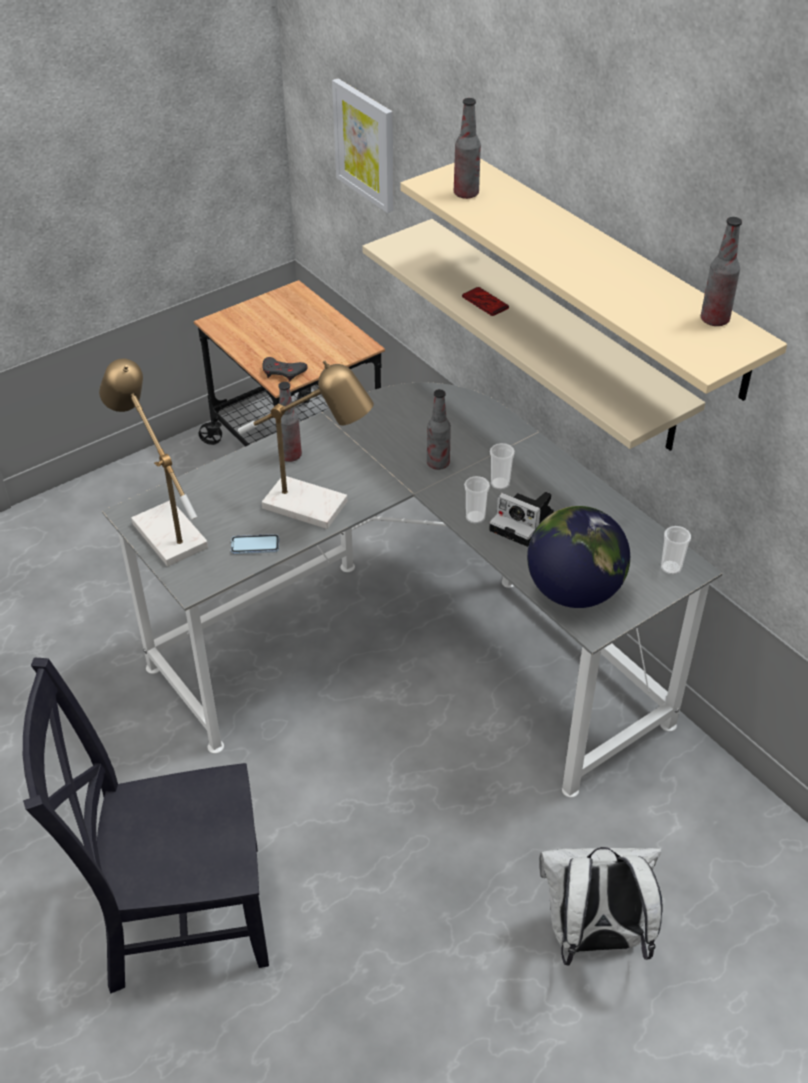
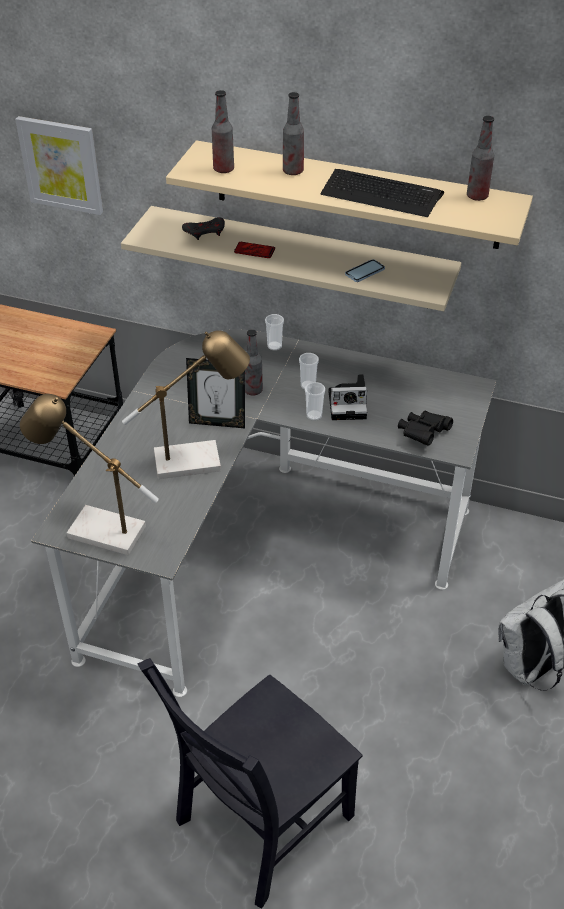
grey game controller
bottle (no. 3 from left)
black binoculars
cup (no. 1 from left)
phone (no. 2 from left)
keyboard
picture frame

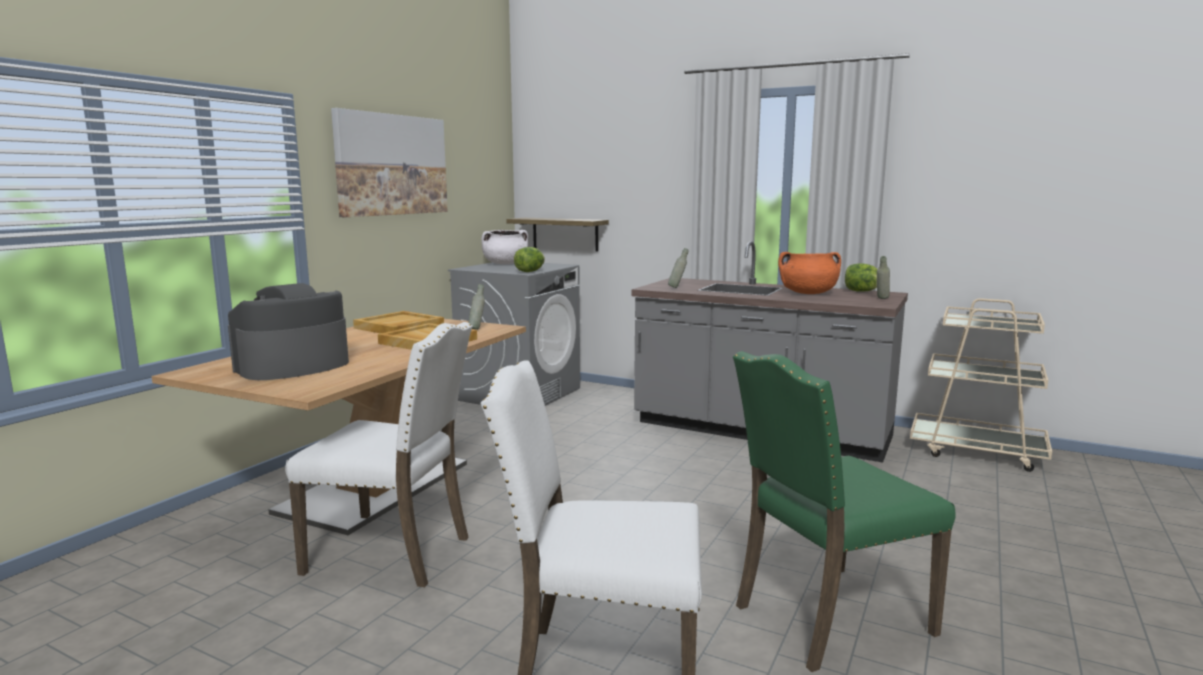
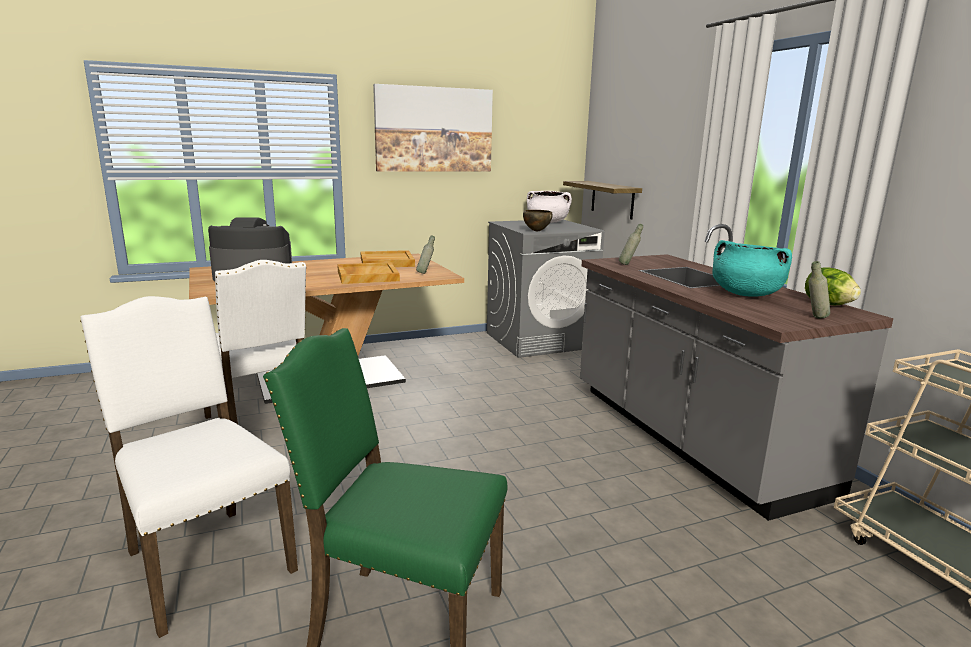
brown bowl
turquoise cooking pot

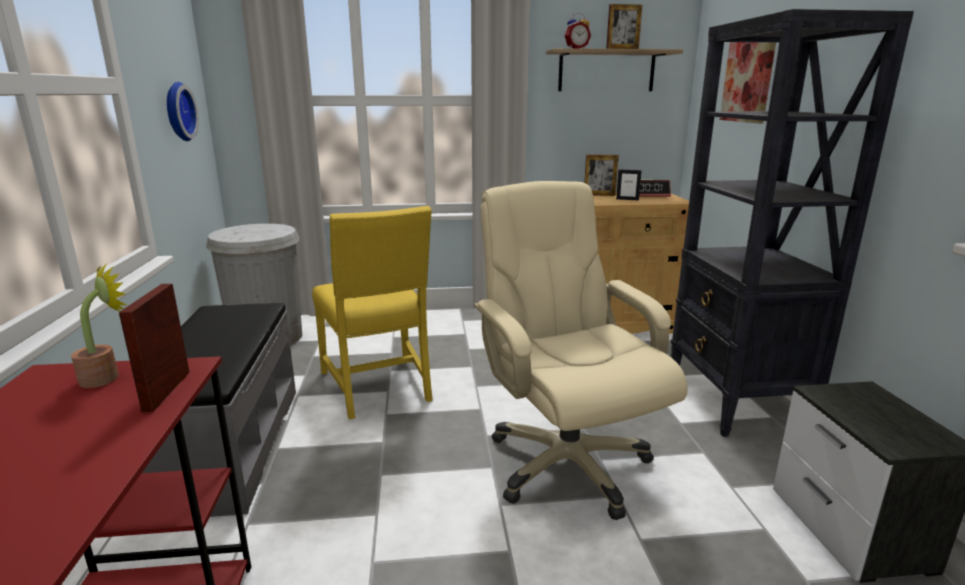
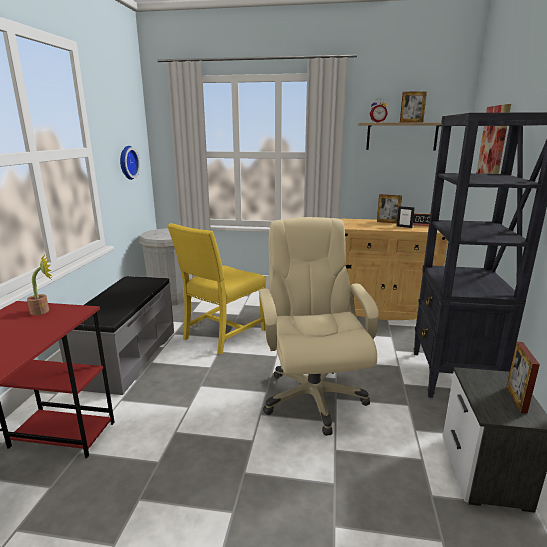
yellow chair
picture frame (no. 4 from left)

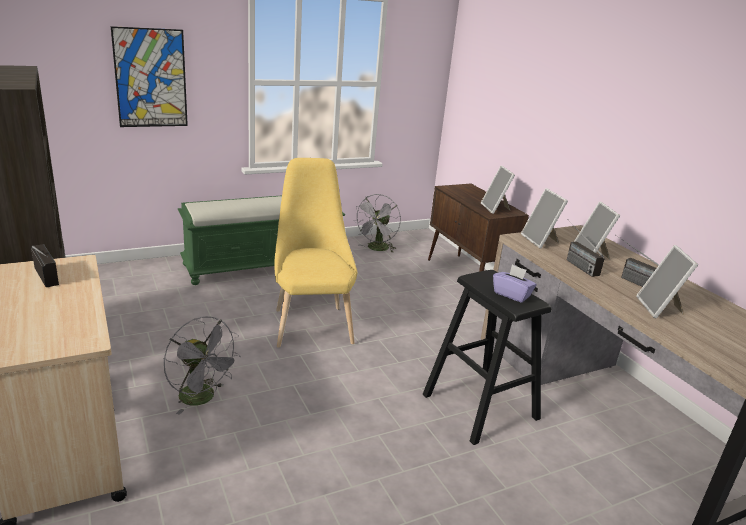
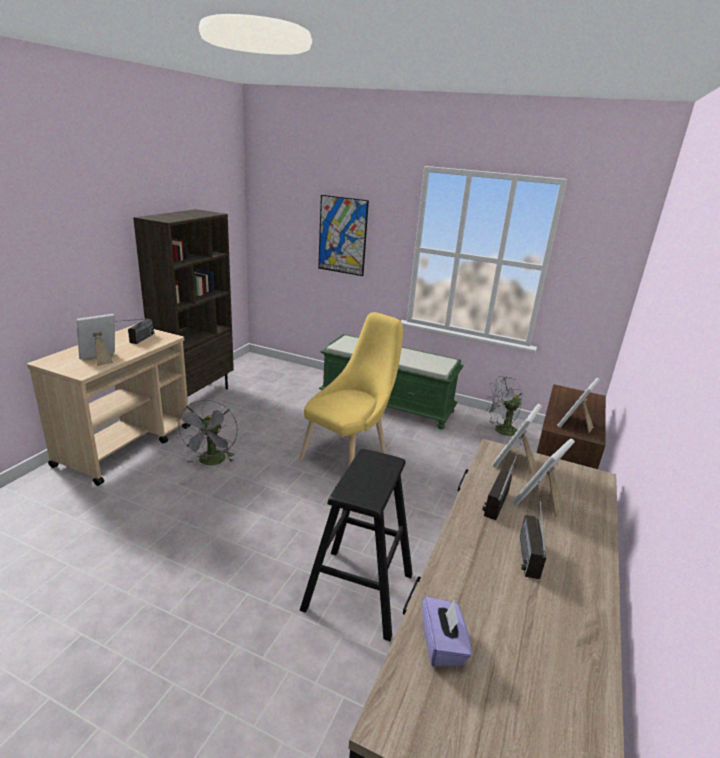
picture frame (no. 1 from left)
purple tissue box

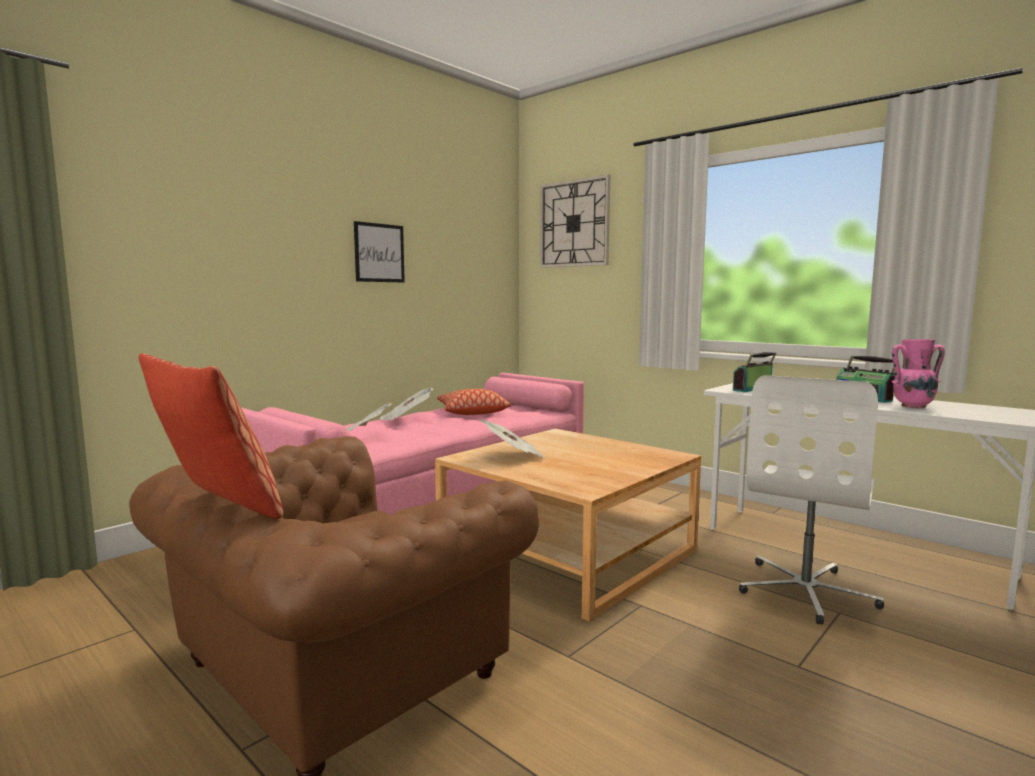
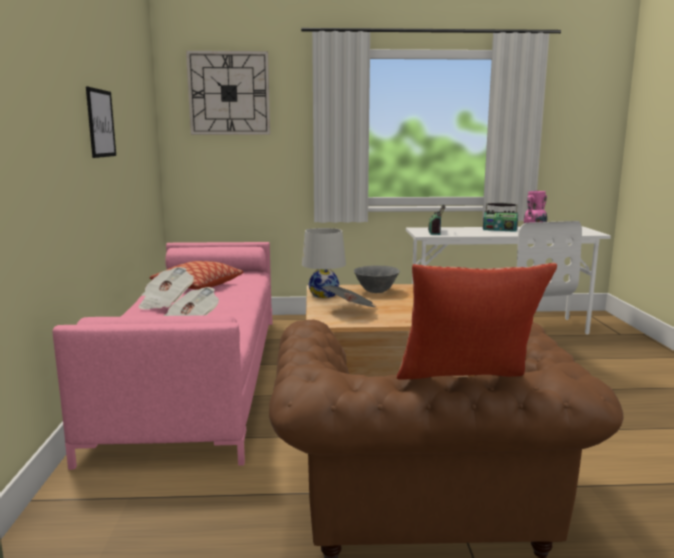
white table lamp
grey bowl

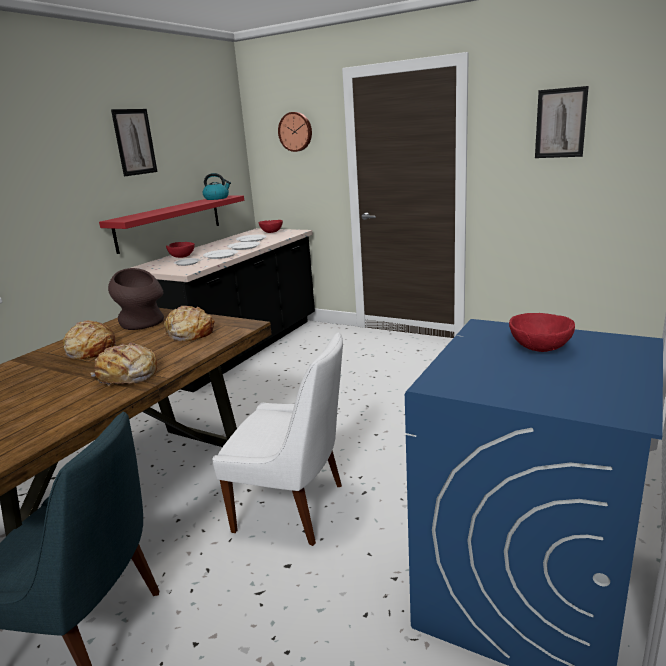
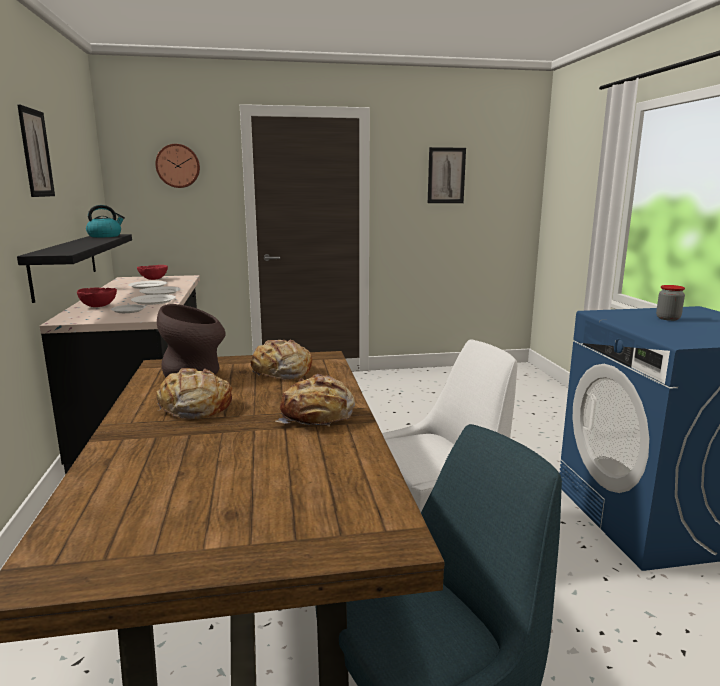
black shelf
jar

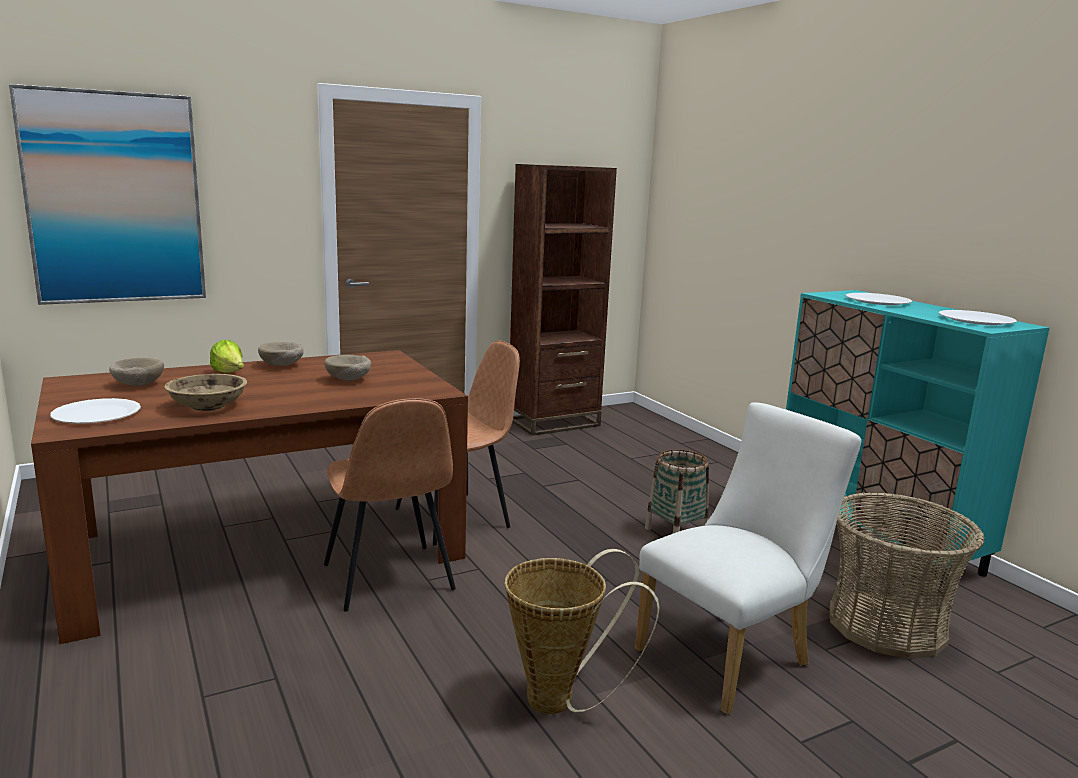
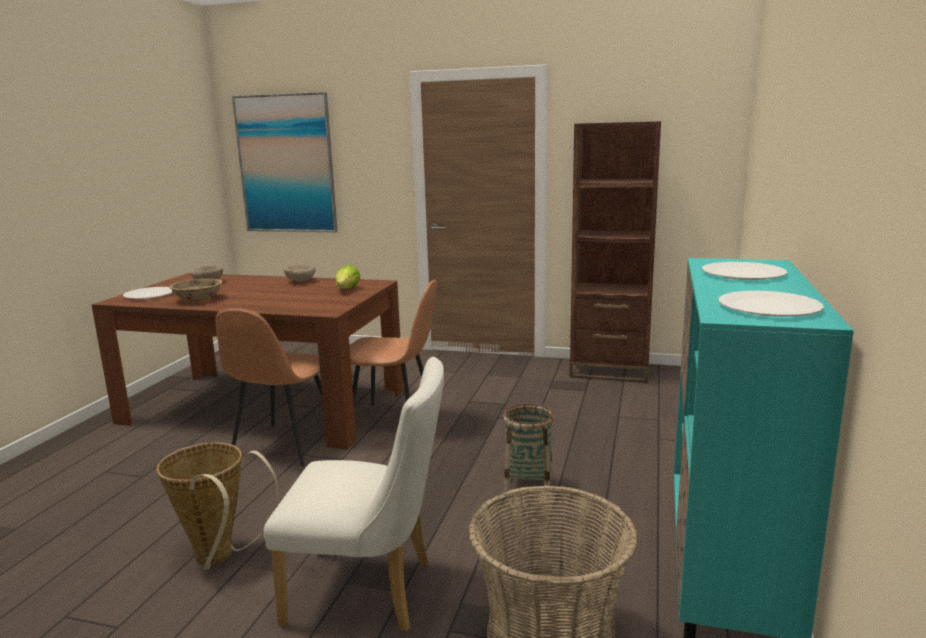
lettuce
beige bowl (no. 4 from left in the first image)

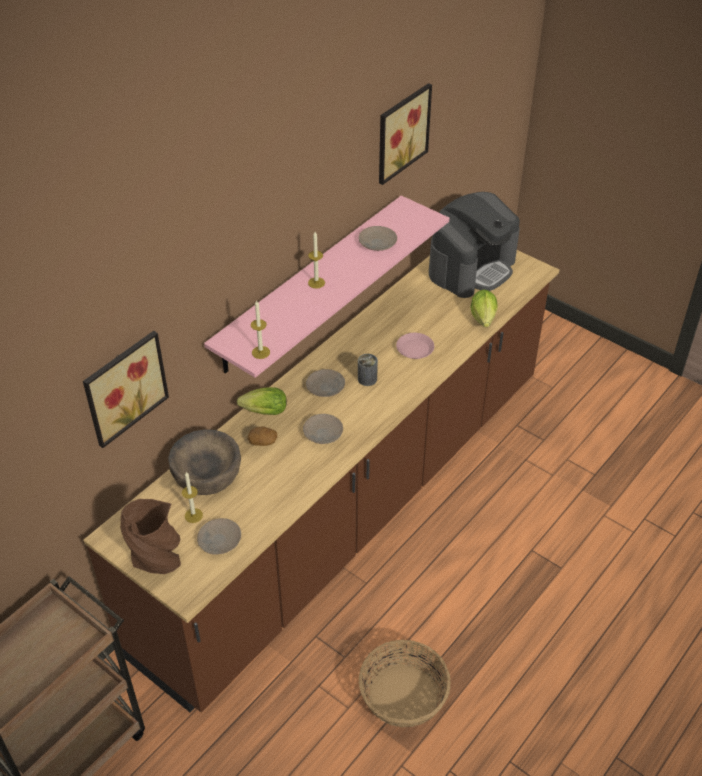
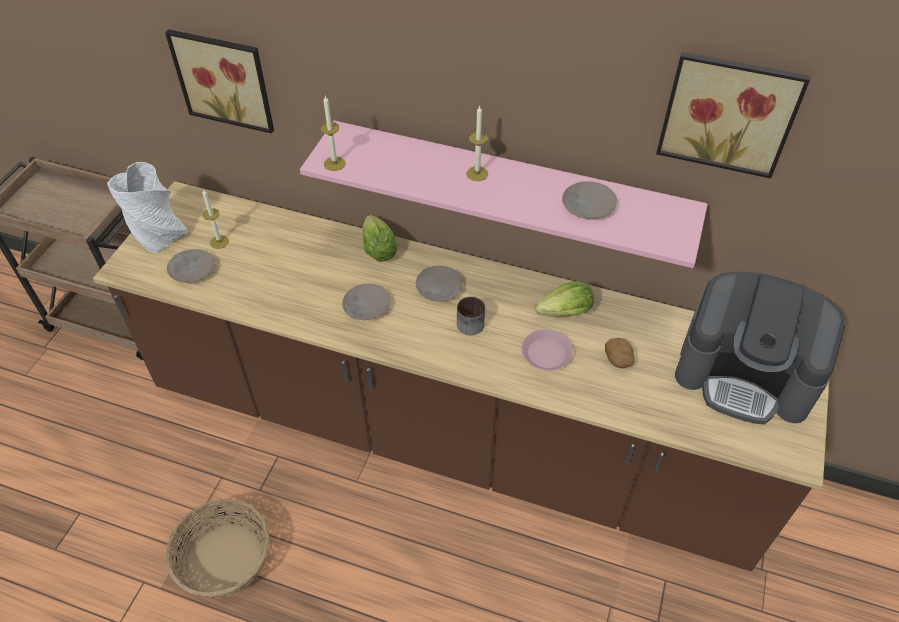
lettuce (no. 2 from left)
mug
potato
brown bowl
white vase

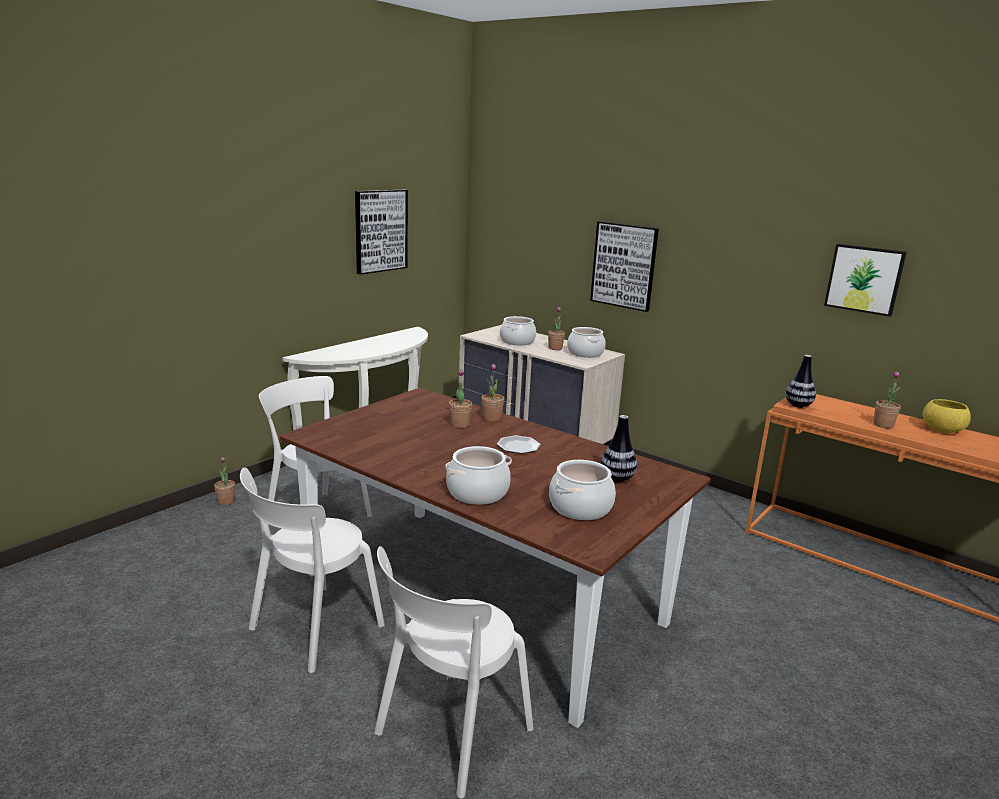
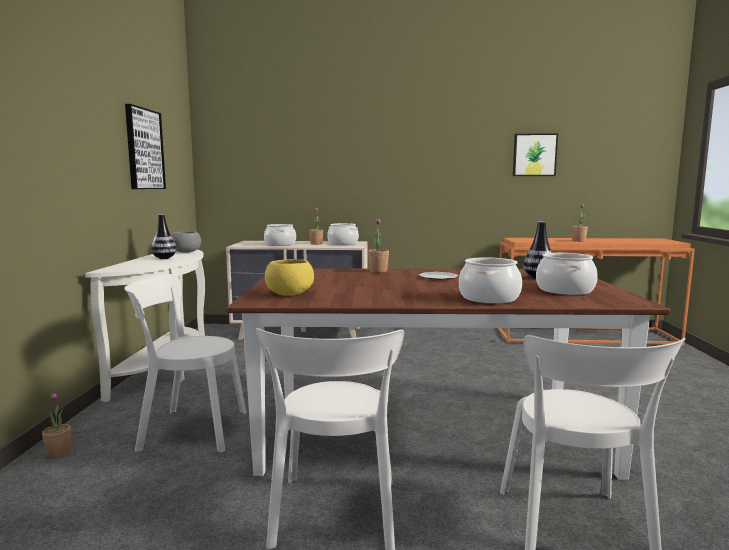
picture (no. 2 from left in the first image)
vase (no. 1 from left)
potted plant (no. 2 from left in the first image)
yellow bowl
grey bowl

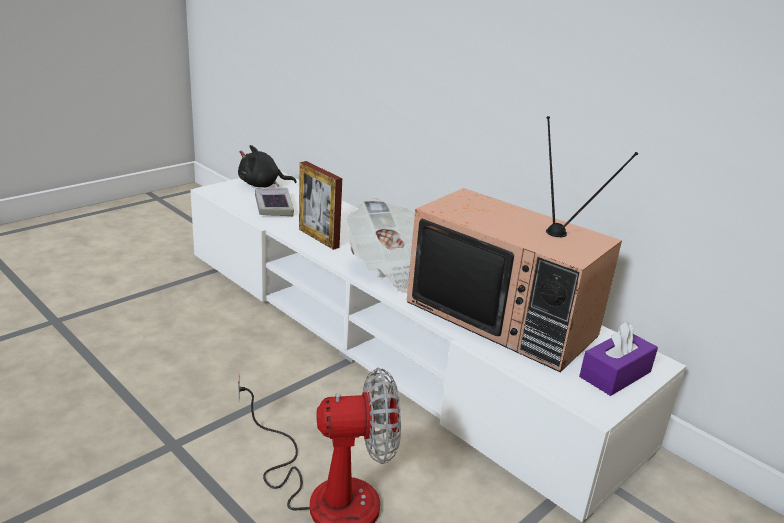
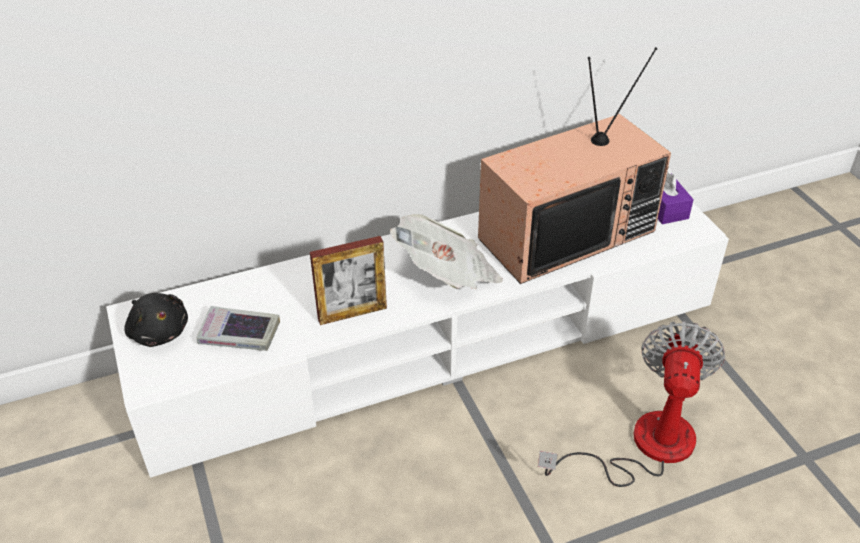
black plush toy

